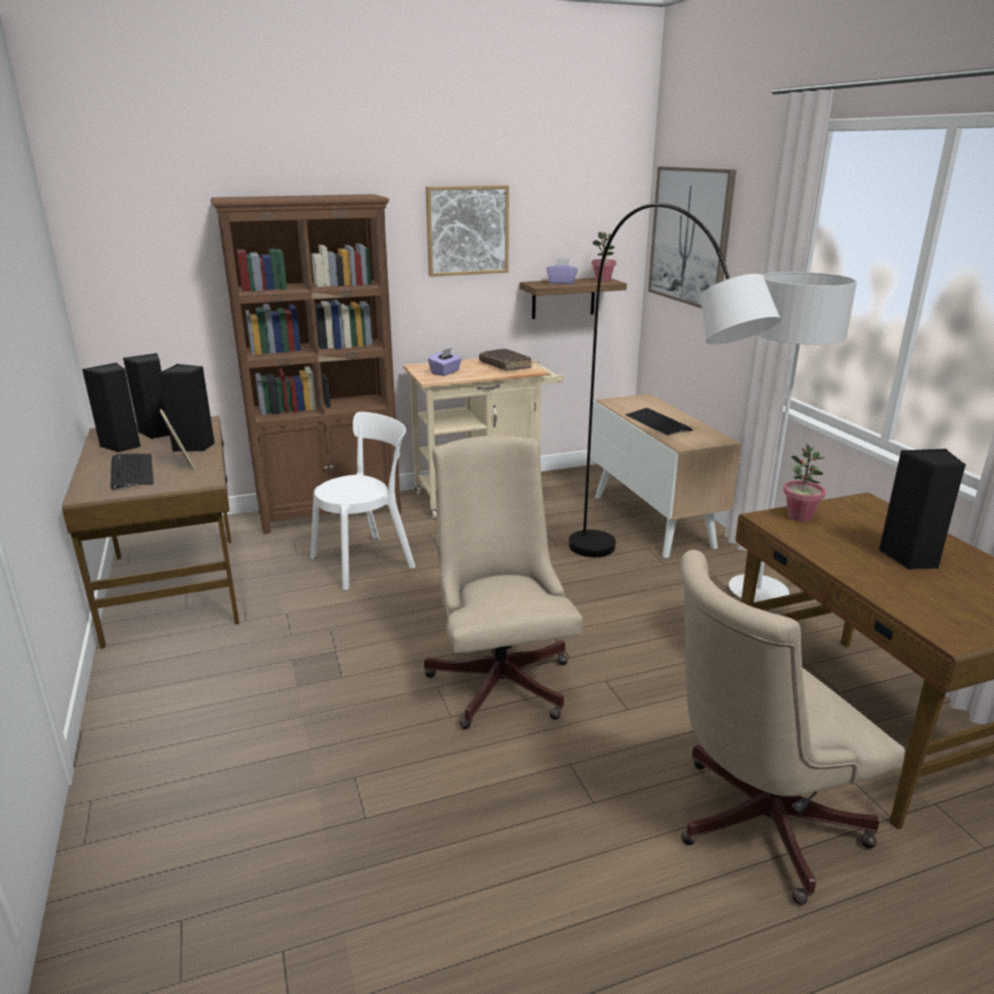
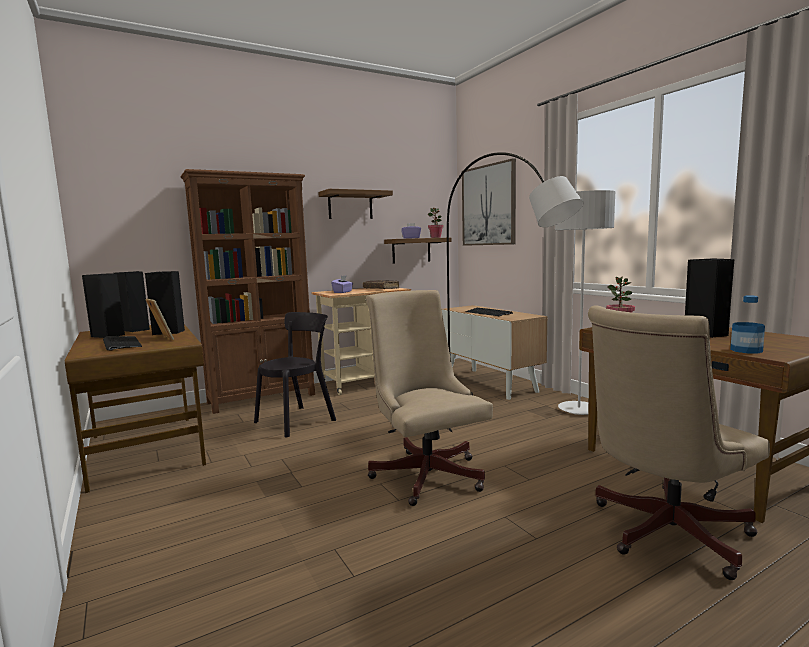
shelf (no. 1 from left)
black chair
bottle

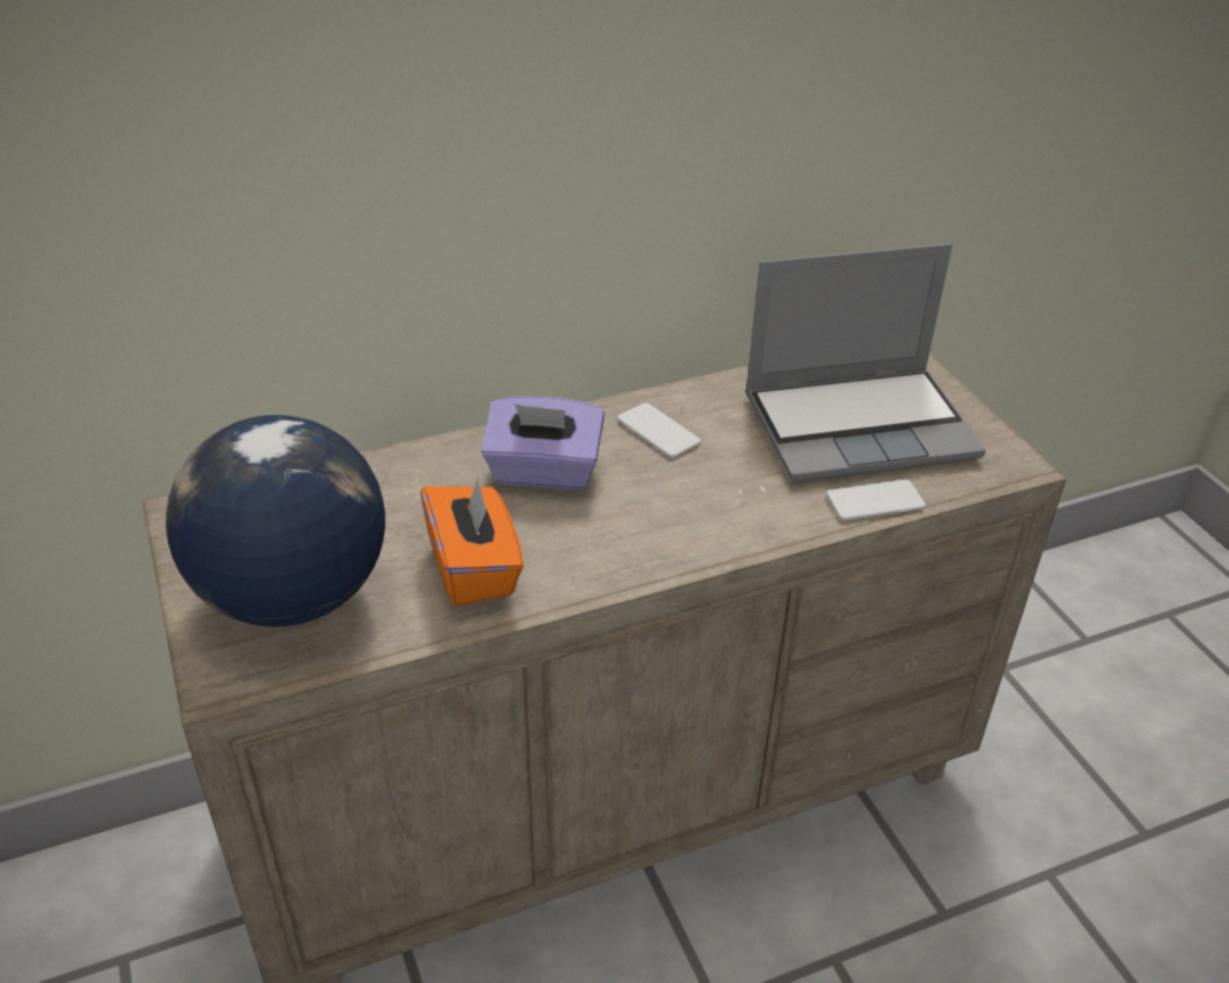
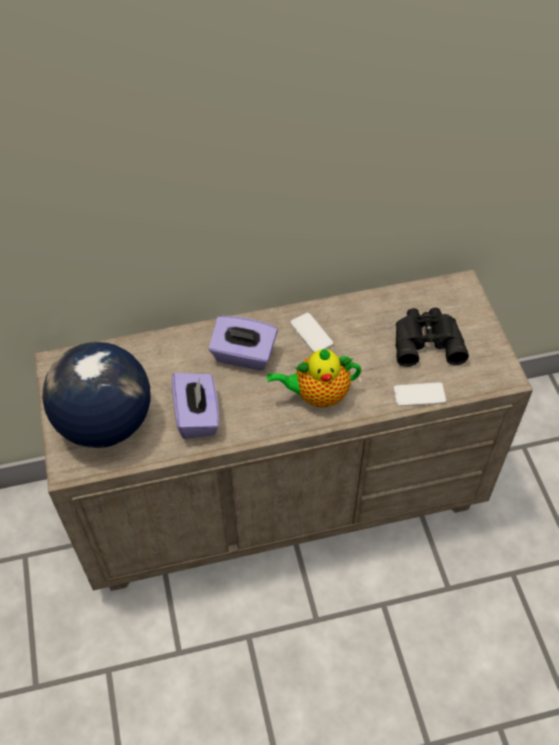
black binoculars
purple tissue box (no. 1 from left)
teapot

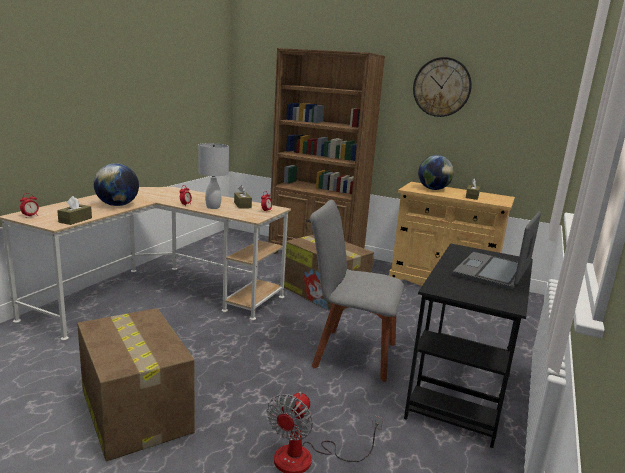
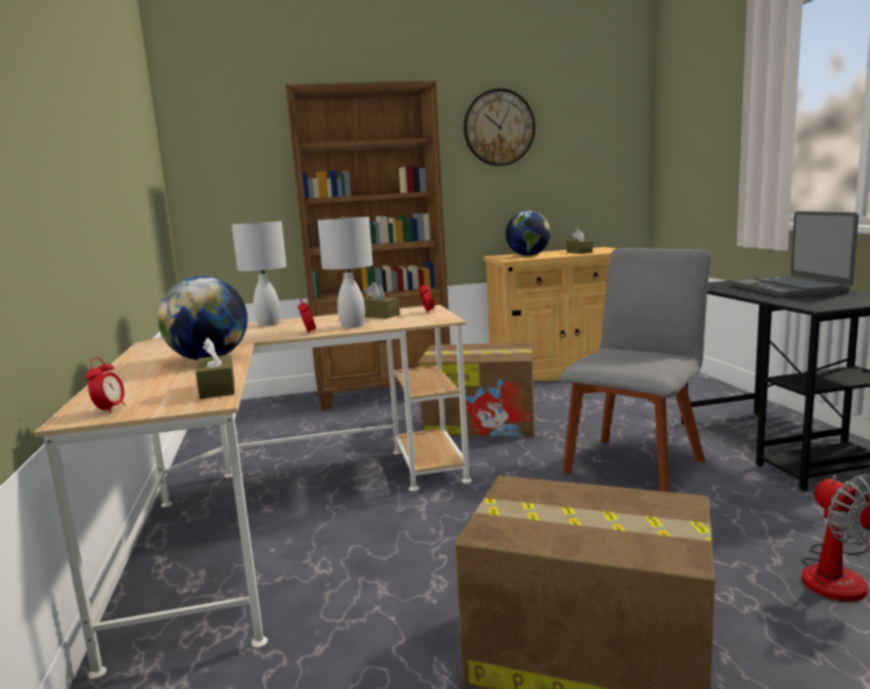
grey chair
white table lamp (no. 1 from left)

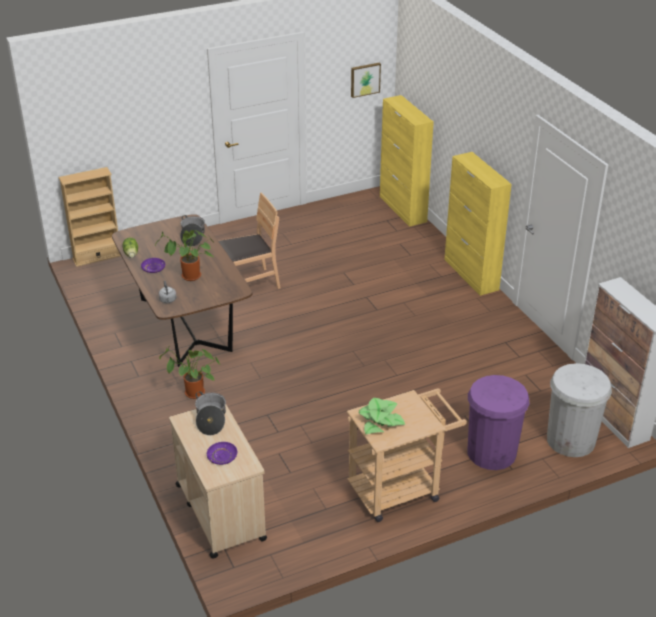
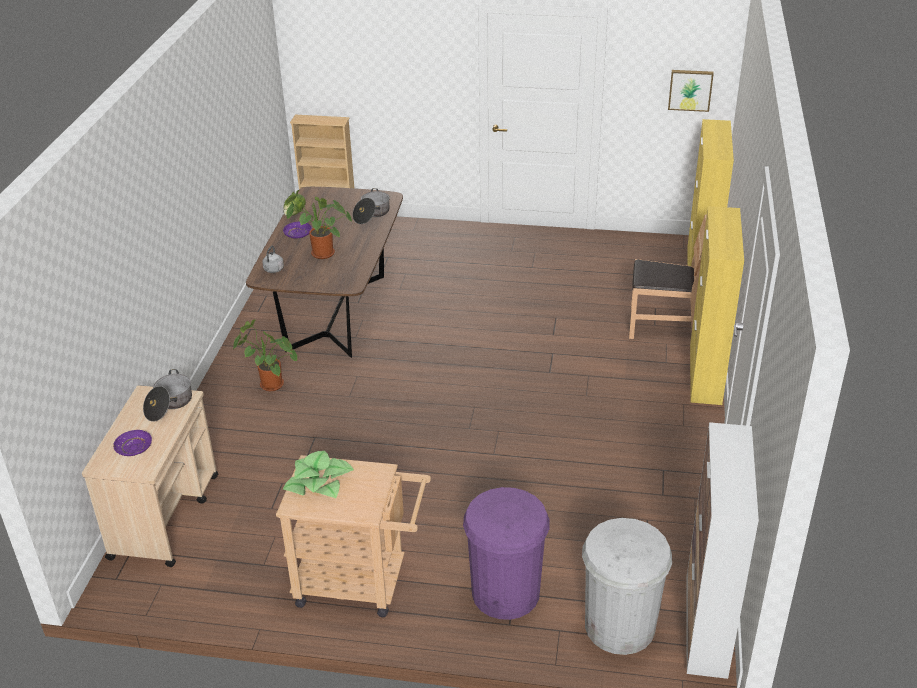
brown chair

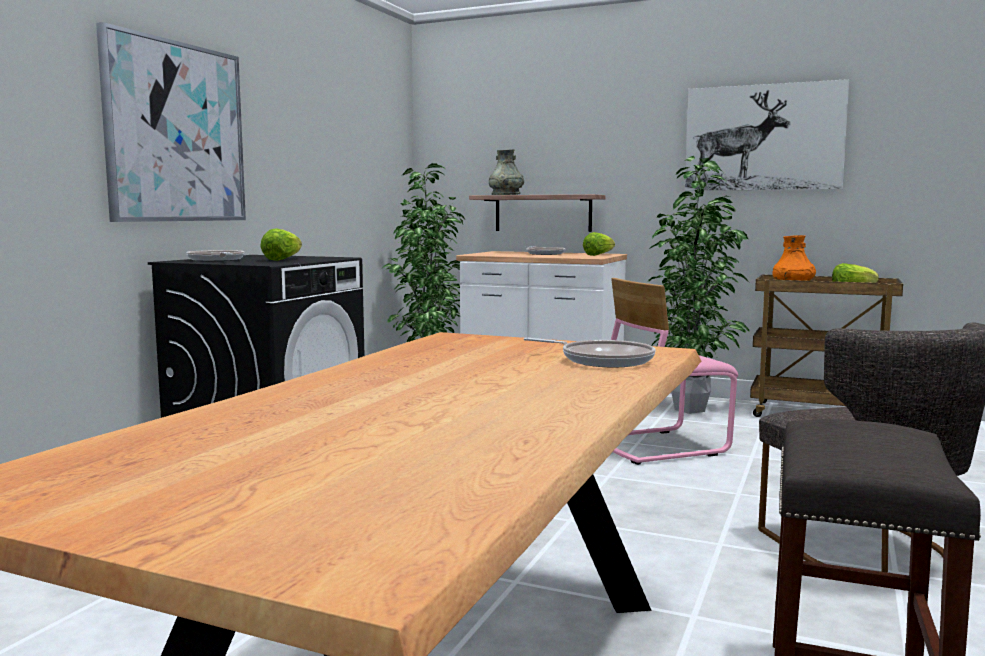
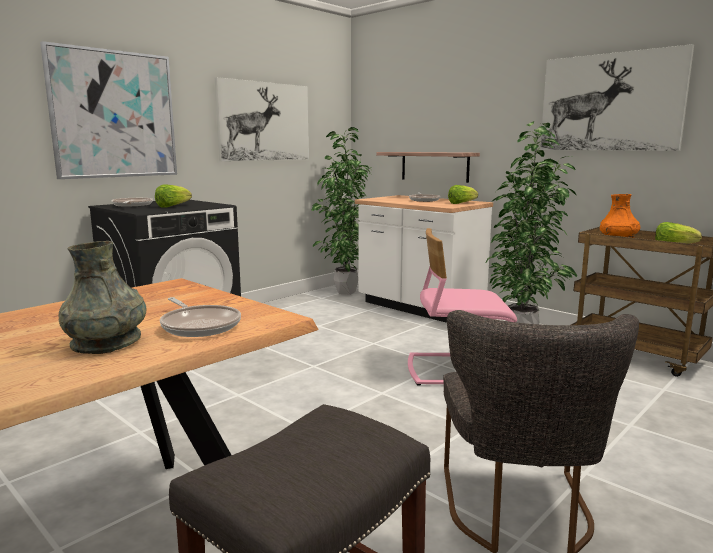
grey vase
picture (no. 2 from left)

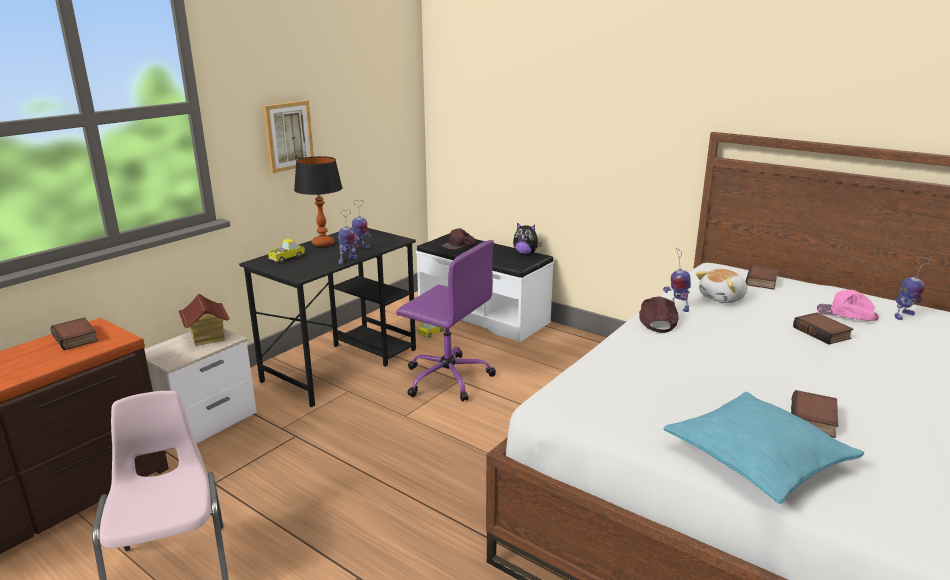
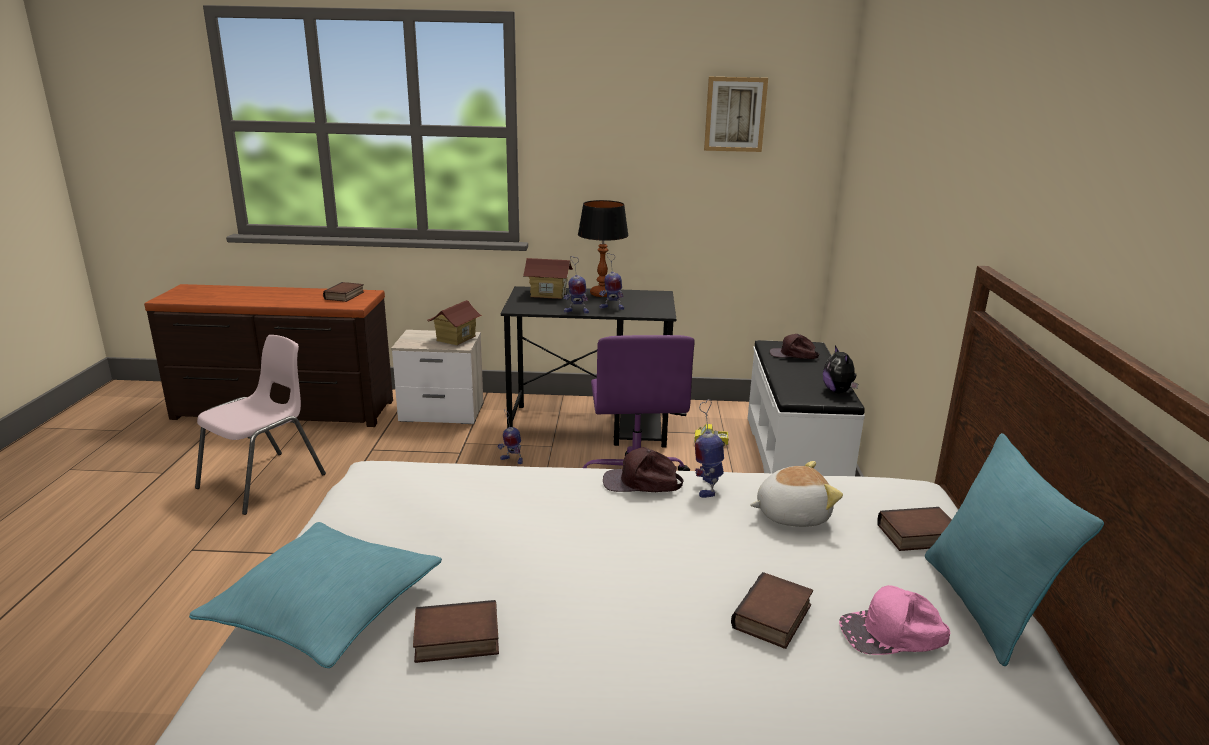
picture
toy house (no. 2 from left)
toy robot (no. 1 from left)
plush toy (no. 1 from left)
pink cap
brown cap (no. 1 from left)
turquoise pillow (no. 2 from left)

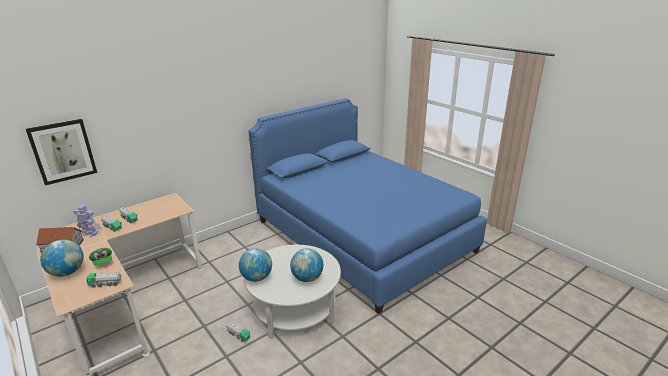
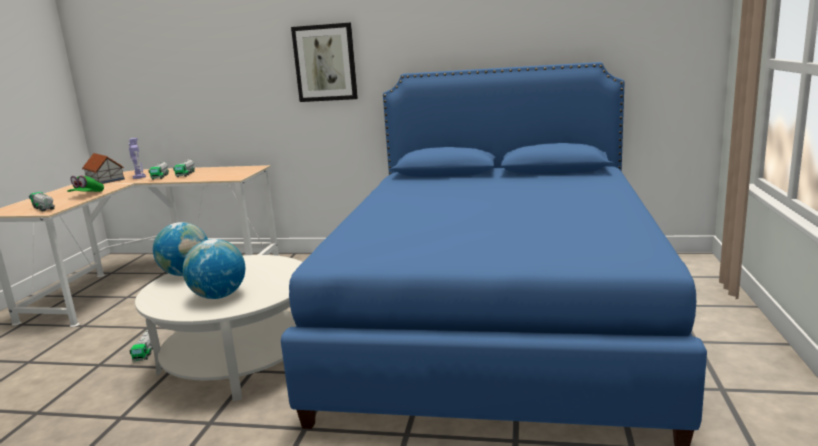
picture
globe (no. 1 from left in the first image)

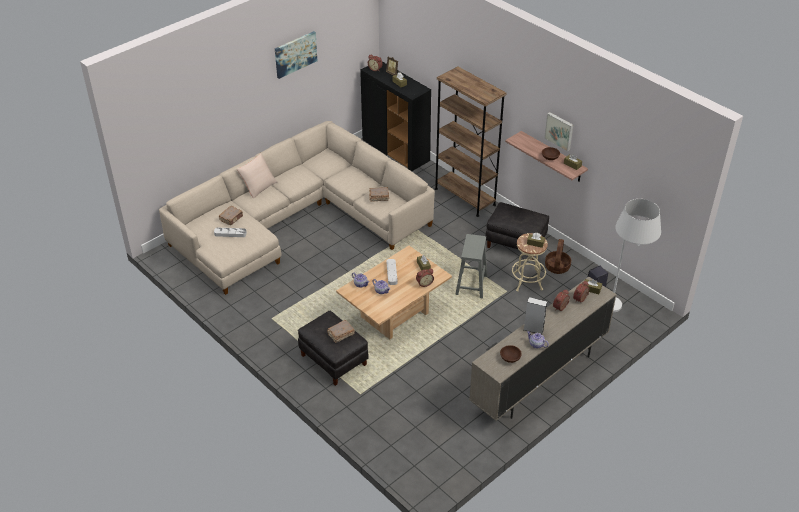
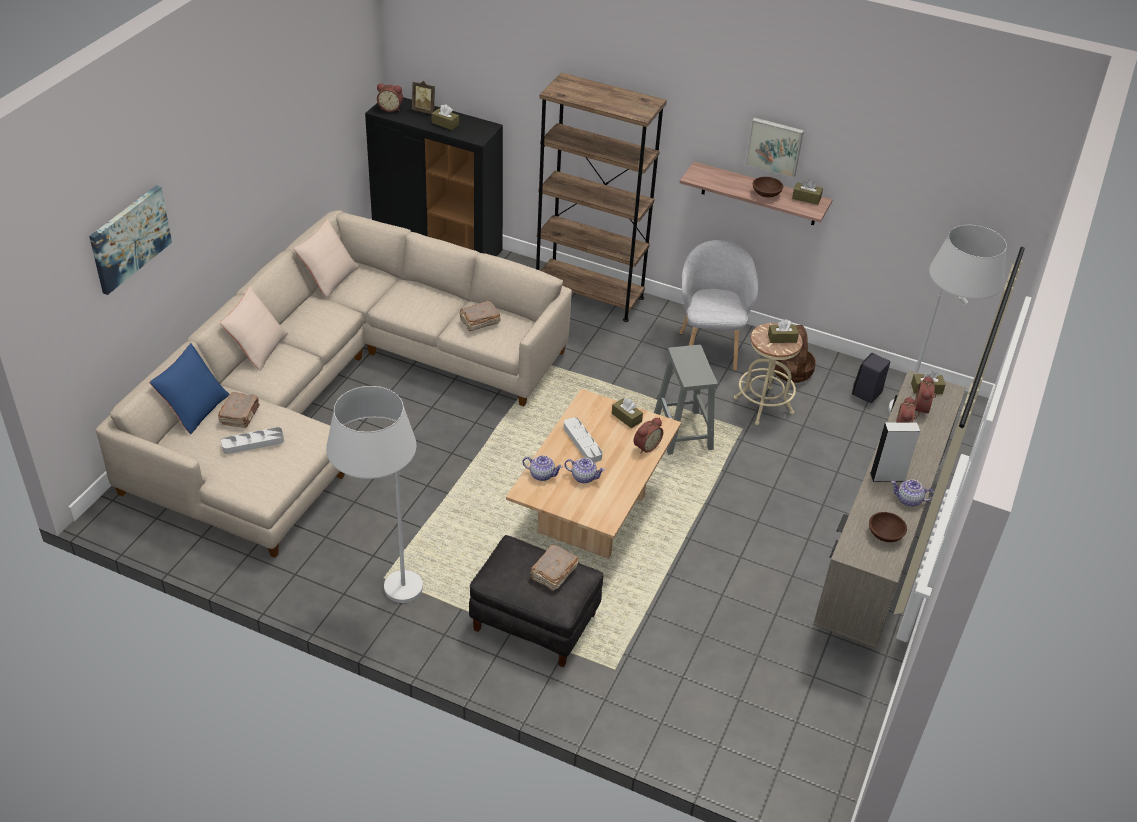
picture (no. 1 from left)
grey armchair
beige pillow (no. 2 from left)
blue pillow
white floor lamp (no. 1 from left)

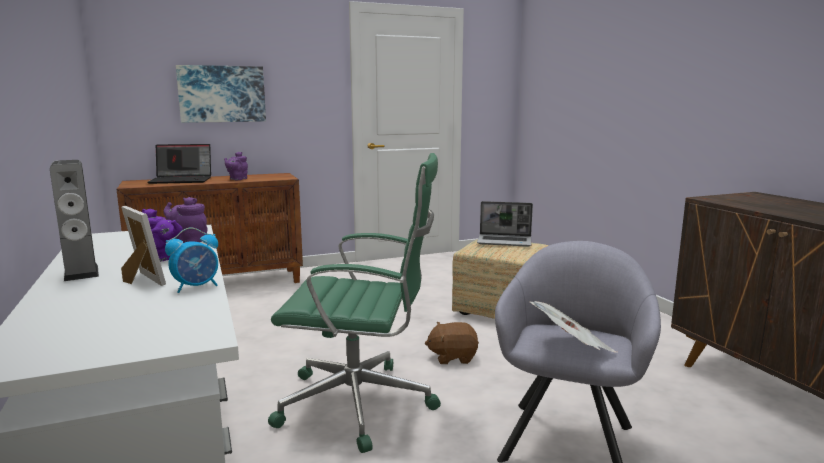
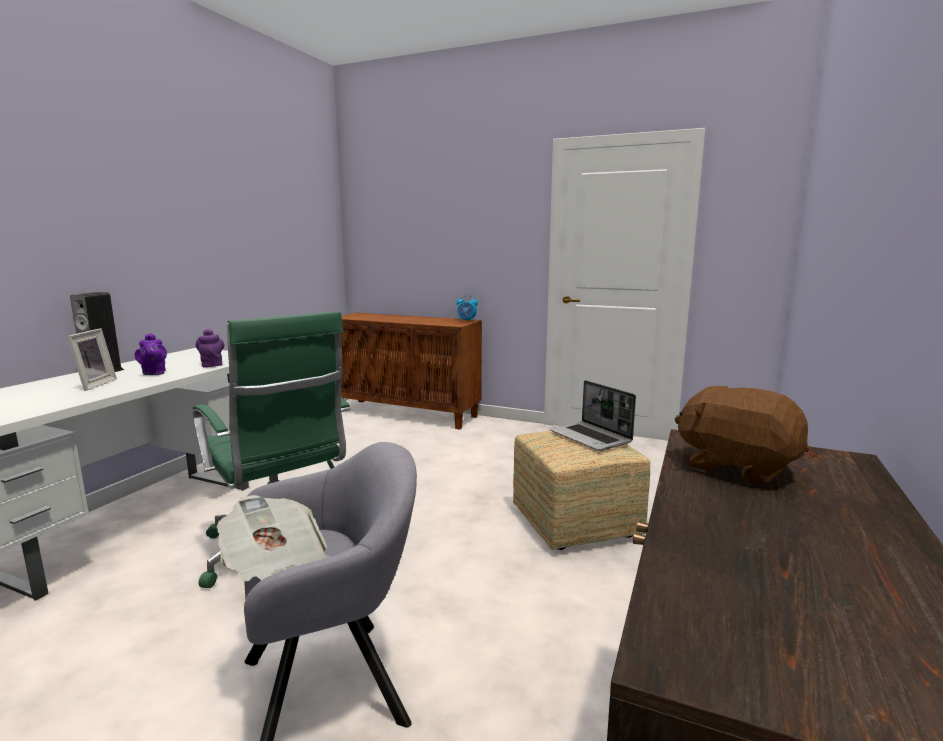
picture
laptop (no. 1 from left in the first image)
purple teapot (no. 3 from left in the first image)
alarm clock
brown plush toy

